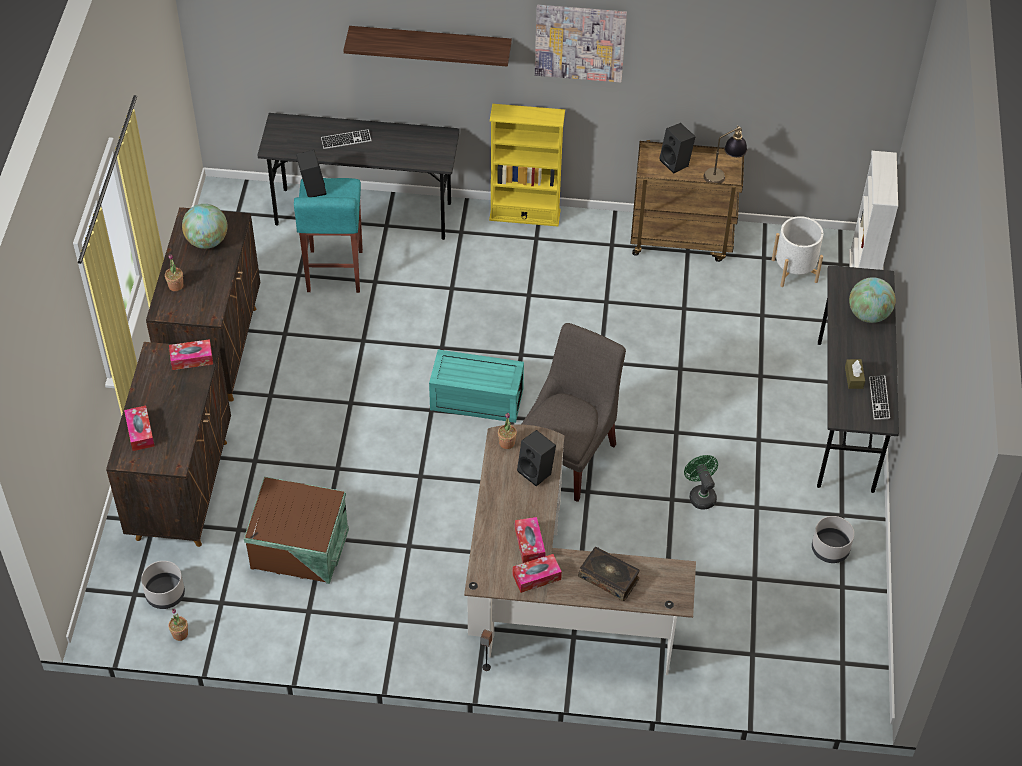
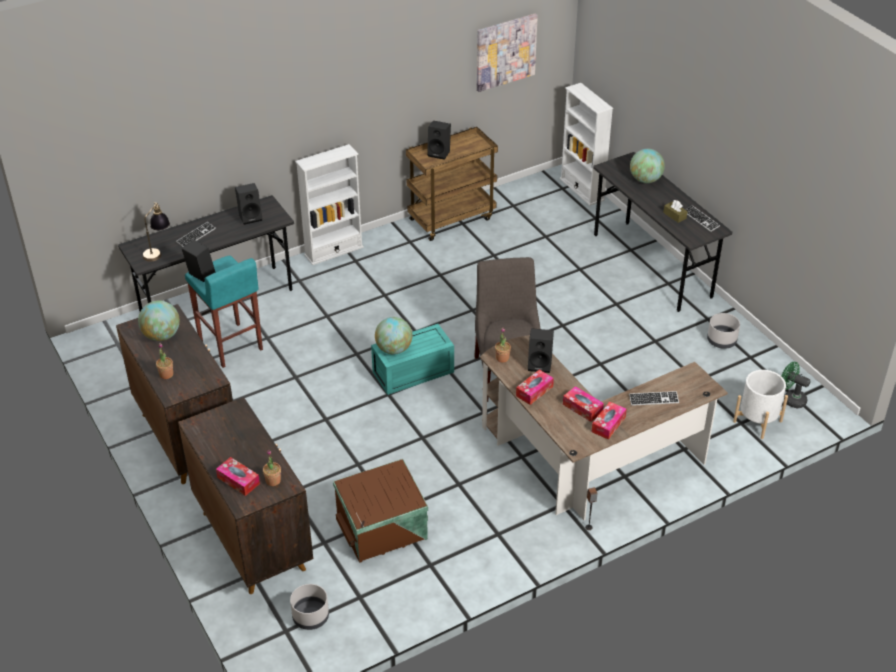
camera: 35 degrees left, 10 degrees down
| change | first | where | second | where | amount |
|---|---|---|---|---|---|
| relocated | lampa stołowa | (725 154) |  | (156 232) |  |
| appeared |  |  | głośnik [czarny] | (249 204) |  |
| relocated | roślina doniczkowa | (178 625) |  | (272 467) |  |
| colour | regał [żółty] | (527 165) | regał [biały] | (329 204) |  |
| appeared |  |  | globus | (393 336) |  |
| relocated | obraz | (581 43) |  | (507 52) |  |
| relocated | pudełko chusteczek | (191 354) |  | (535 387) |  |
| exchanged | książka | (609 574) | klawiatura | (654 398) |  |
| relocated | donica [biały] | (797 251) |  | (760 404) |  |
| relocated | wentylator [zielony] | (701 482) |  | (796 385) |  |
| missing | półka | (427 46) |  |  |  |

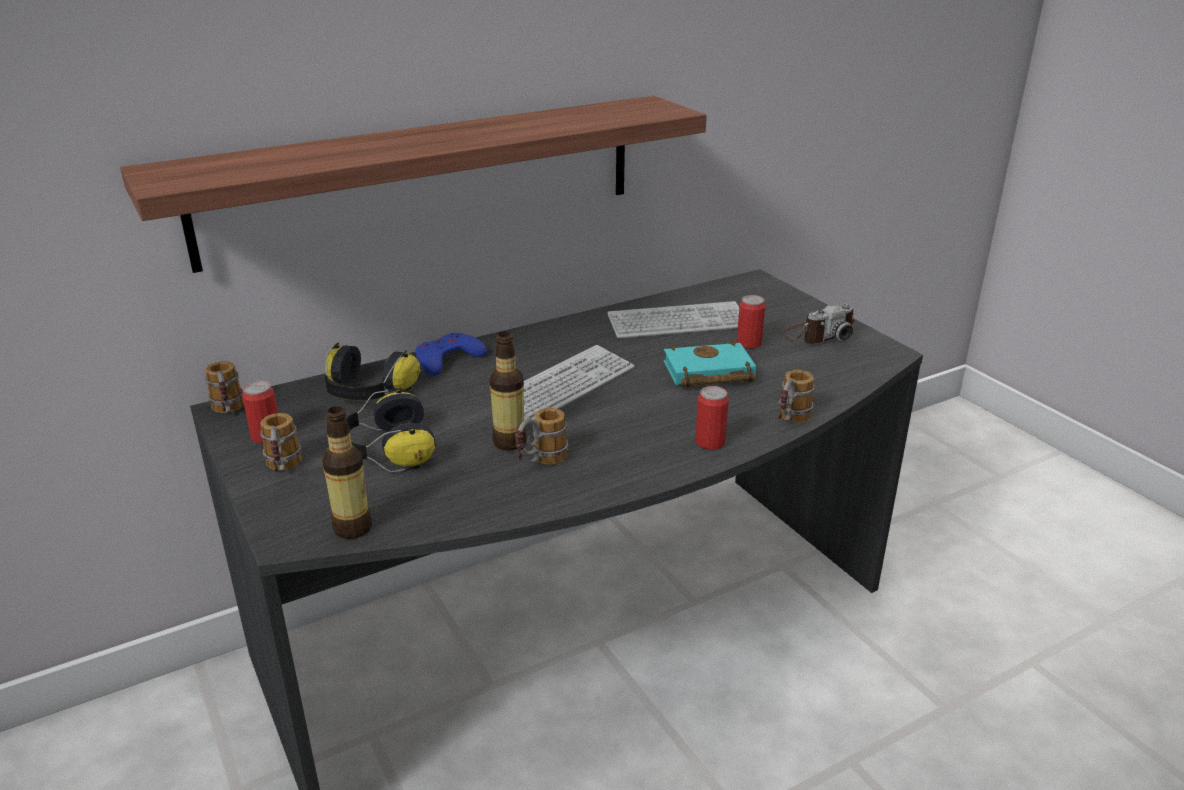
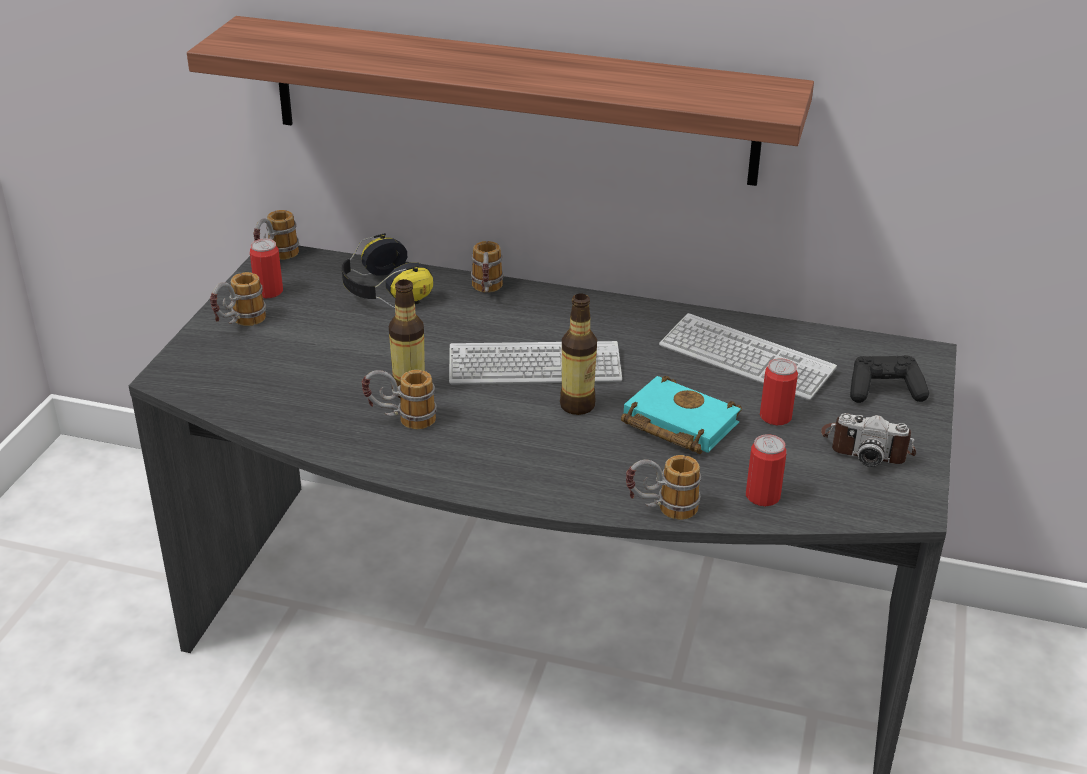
camera: 45 degrees right, 5 degrees up
| change | first | where | second | where | amount |
|---|---|---|---|---|---|
| exchanged | pad do gier [niebieski] | (451 354) | kubek | (487 267) |  |
| relocated | butelka | (347 472) |  | (578 354) |  |
| relocated | puszka | (712 418) |  | (766 470) |  |
| appeared |  |  | pad do gier [czarny] | (889 379) |  |
| missing | słuchawki | (391 430) |  |  |  |

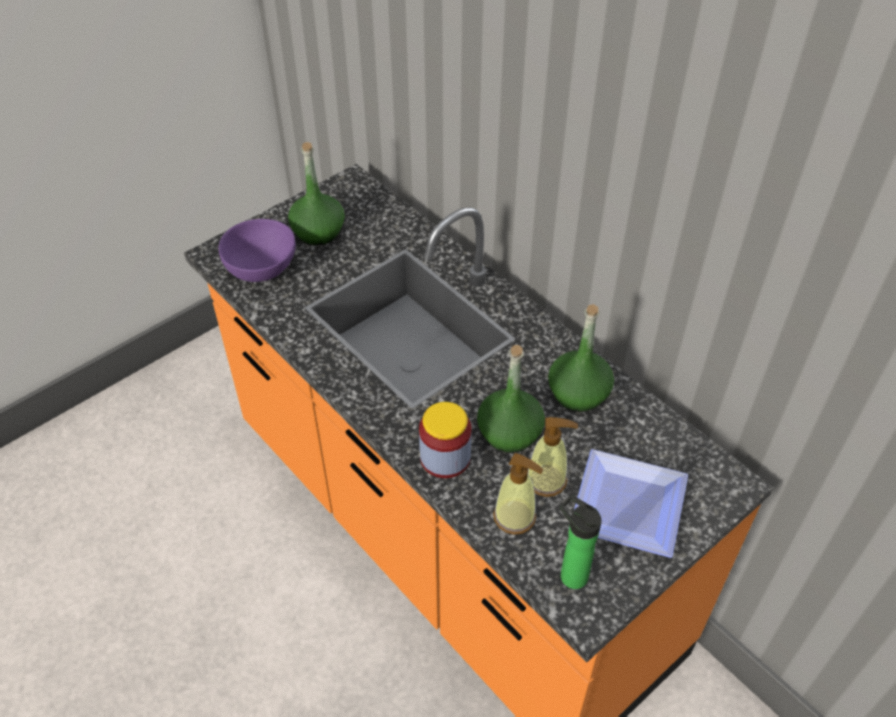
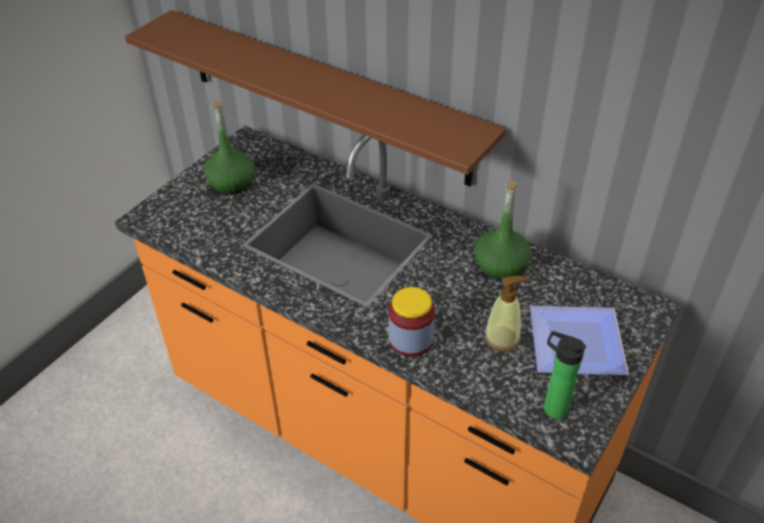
camera: 15 degrees left, 5 degrees down
| change | first | where | second | where | amount |
|---|---|---|---|---|---|
| appeared |  |  | półka [brązowy] | (315 98) |  |
| missing | miska [fioletowy] | (257 250) |  |  |  |
| missing | butelka [zielony] | (511 399) |  |  |  |
| missing | dozownik mydła | (518 494) |  |  |  |

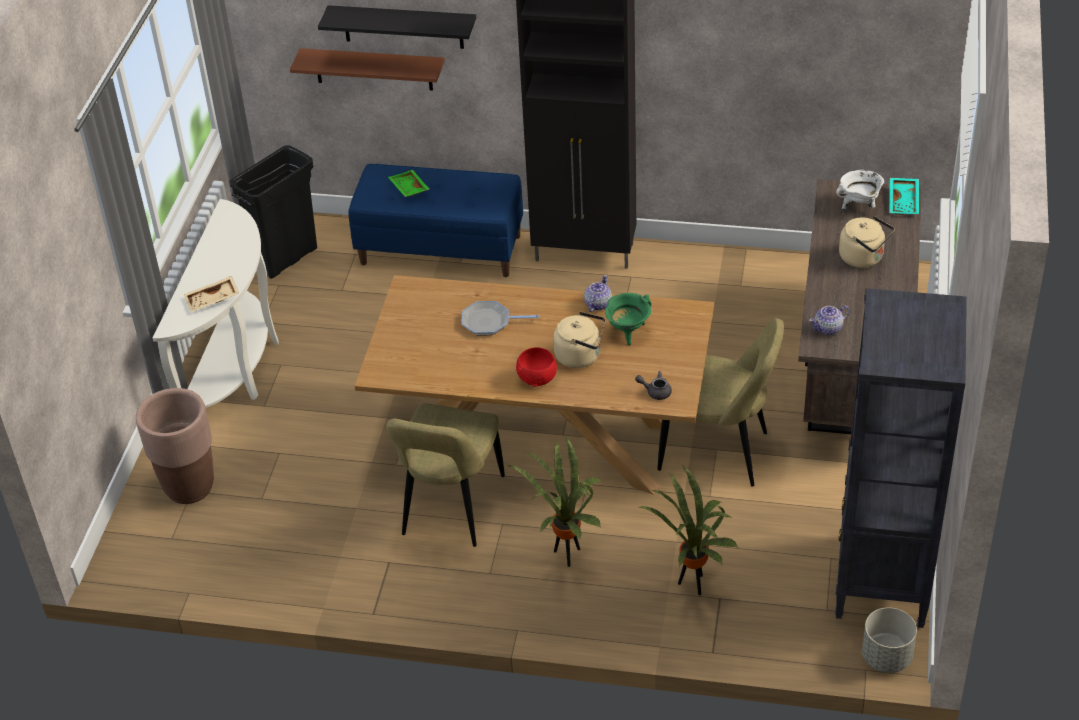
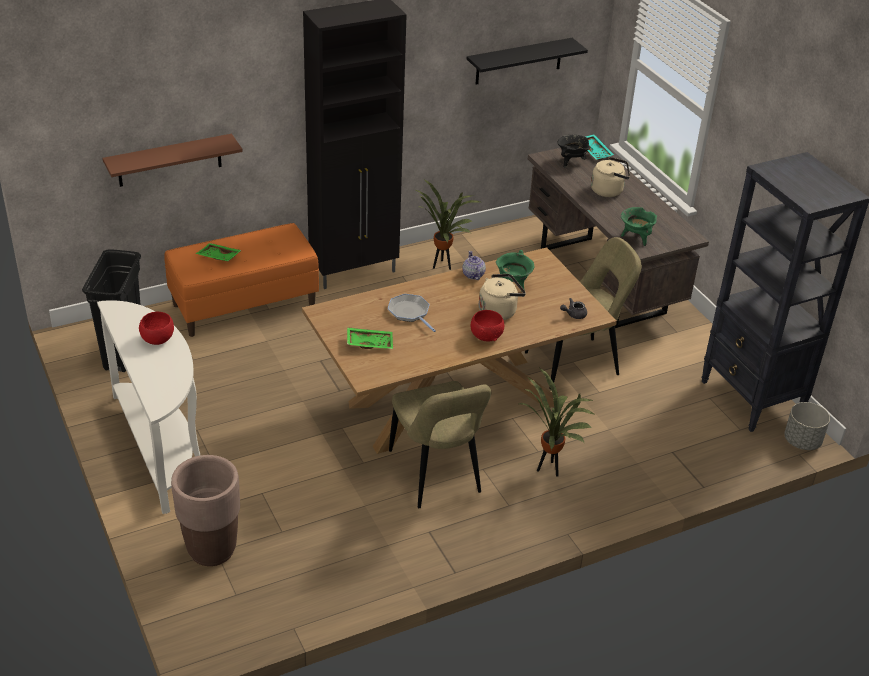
camera: 40 degrees left, 5 degrees down
| change | first | where | second | where | amount |
|---|---|---|---|---|---|
| appeared |  |  | miska [czerwony] | (156 328) |  |
| colour | ławka [niebieski] | (435 220) | ławka [pomarańczowy] | (241 280) |  |
| appeared |  |  | taca [zielony] | (370 338) |  |
| spun | patelnia | (500 318) |  | (412 313) | 90 degrees clockwise |
| relocated | roślina doniczkowa | (688 529) |  | (447 225) |  |
| relocated | półka [czarny] | (397 27) |  | (527 61) |  |
| colour | garnek [biały] | (860 190) | garnek [czarny] | (574 151) |  |
| exchanged | imbryk | (829 320) | garnek [zielony] | (639 226) |  |
| missing | taca [beżowy] | (211 294) |  |  |  |

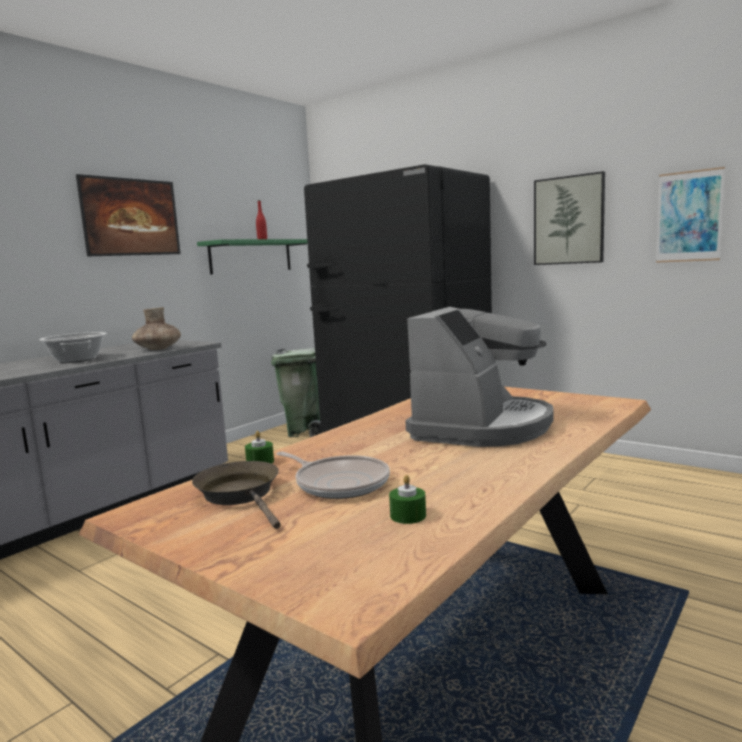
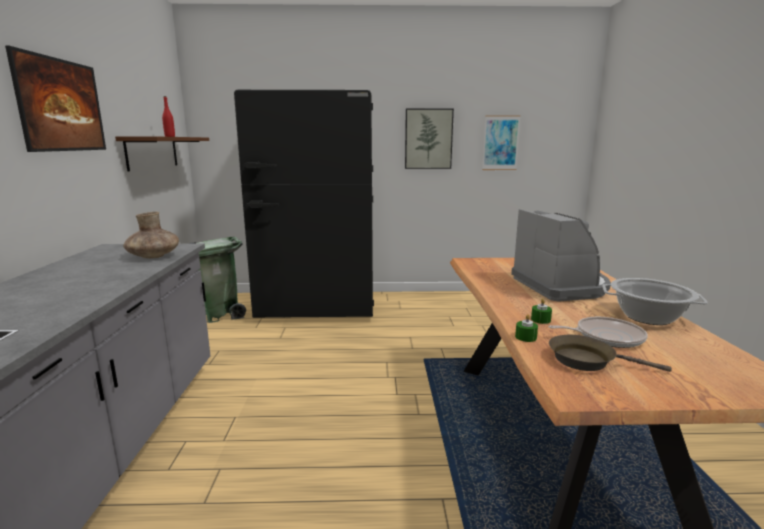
camera: 40 degrees left, 5 degrees up
| change | first | where | second | where | amount |
|---|---|---|---|---|---|
| colour | półka [zielony] | (252 256) | półka [brązowy] | (162 153) |  |
| relocated | świeca [zielony] | (407 499) |  | (541 311) |  |
| relocated | garnek | (73 347) |  | (655 301) |  |

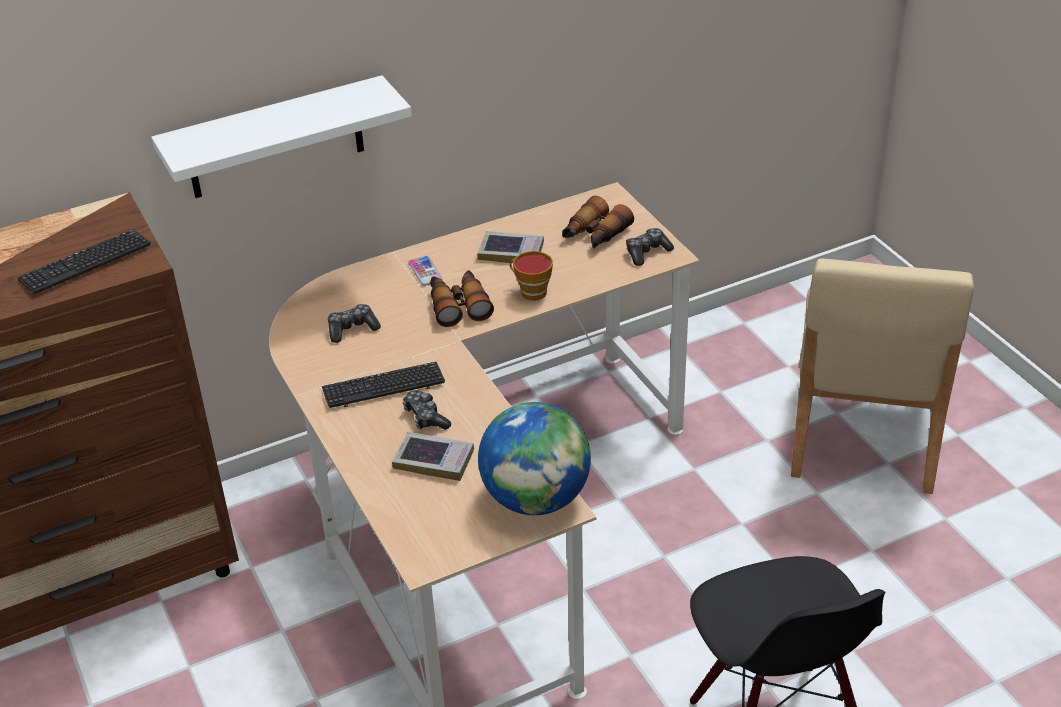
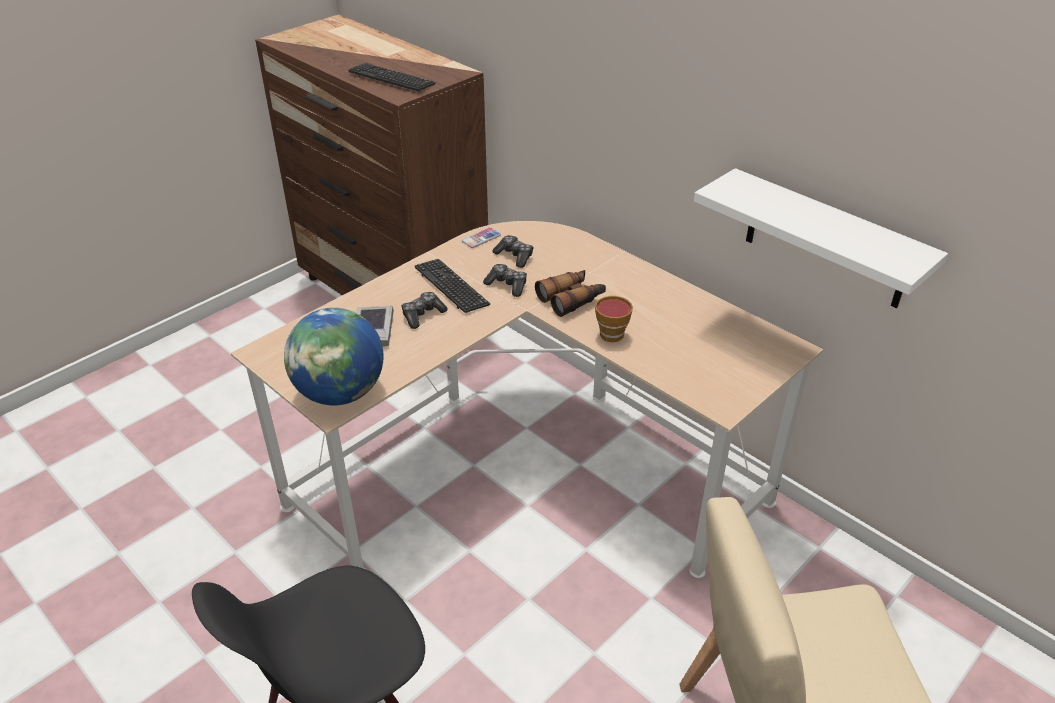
camera: 70 degrees right, 0 degrees up
| change | first | where | second | where | amount |
|---|---|---|---|---|---|
| relocated | telefon | (425 271) |  | (481 237) |  |
| relocated | pad do gier | (650 247) |  | (505 280) |  |
| relocated | półka [biały] | (281 136) |  | (821 238) |  |
| missing | książka | (510 247) |  |  |  |
| missing | lornetka | (598 222) |  |  |  |

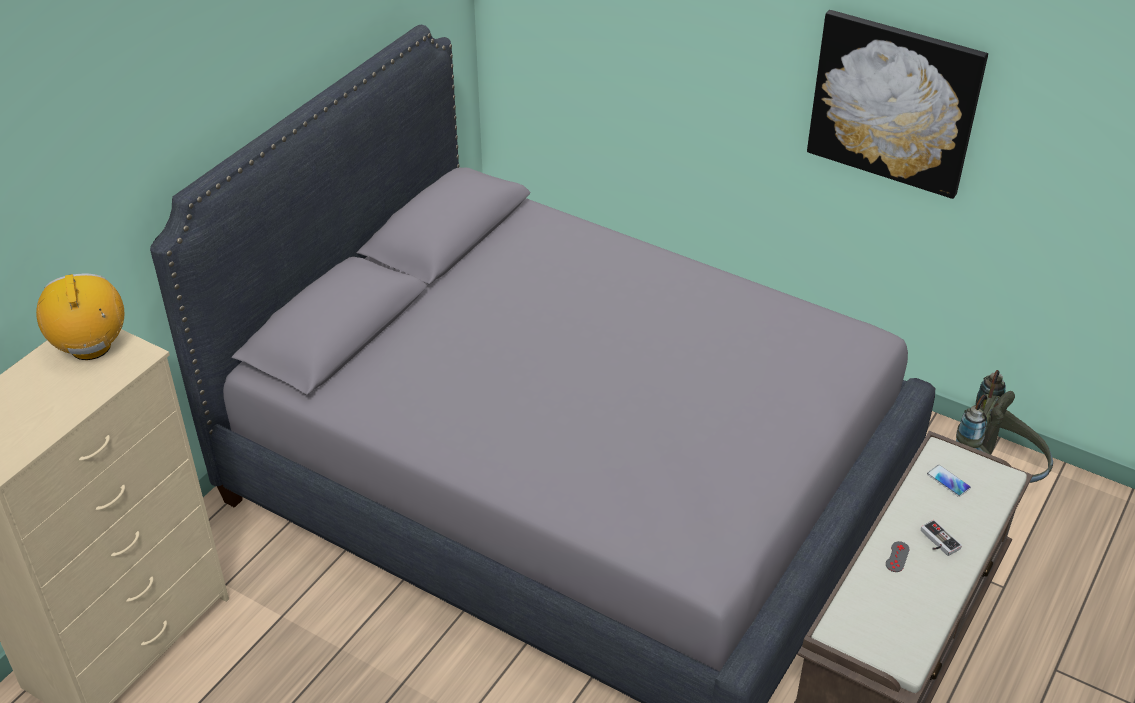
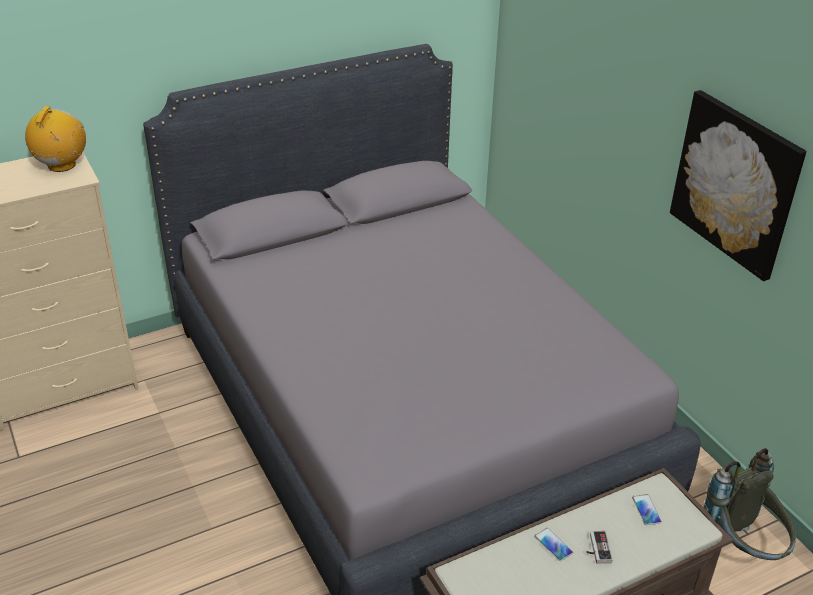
camera: 30 degrees right, 5 degrees down
| change | first | where | second | where | amount |
|---|---|---|---|---|---|
| exchanged | pad do gier [szary] | (898 556) | telefon | (553 544) |  |

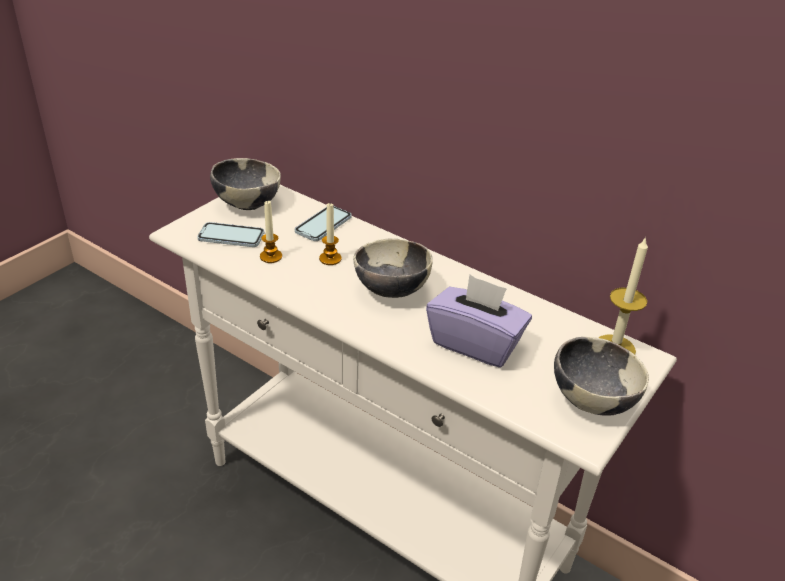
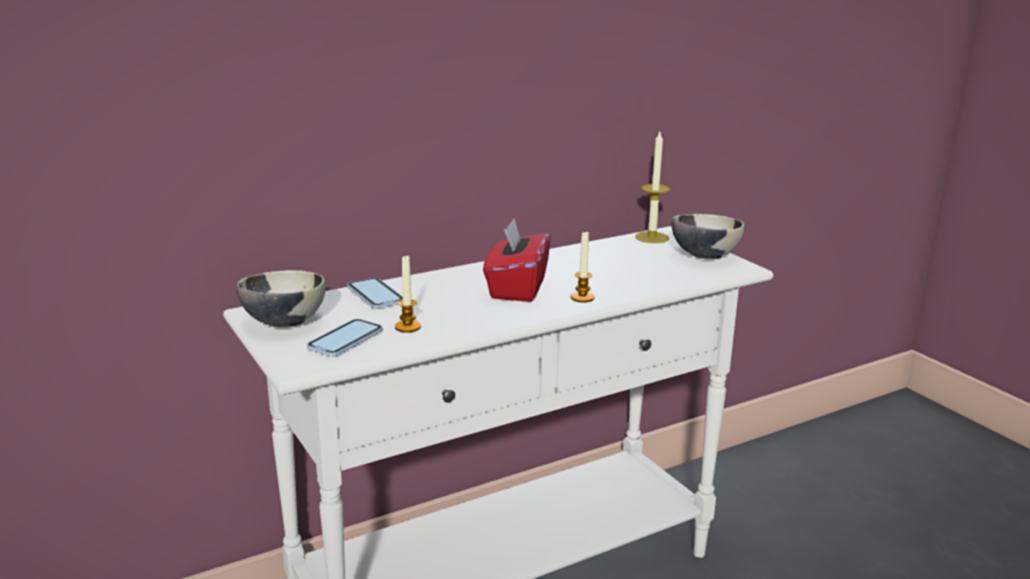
camera: 65 degrees left, 15 degrees down
| change | first | where | second | where | amount |
|---|---|---|---|---|---|
| exchanged | miska | (393 268) | pudełko chusteczek [czerwony] | (517 260) |  |
| relocated | świeca | (330 234) |  | (583 266) |  |
| missing | pudełko chusteczek [fioletowy] | (479 321) |  |  |  |

